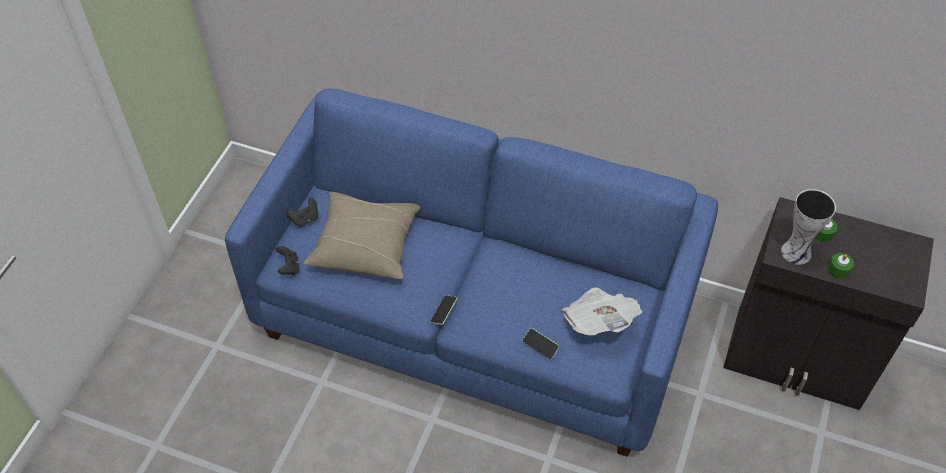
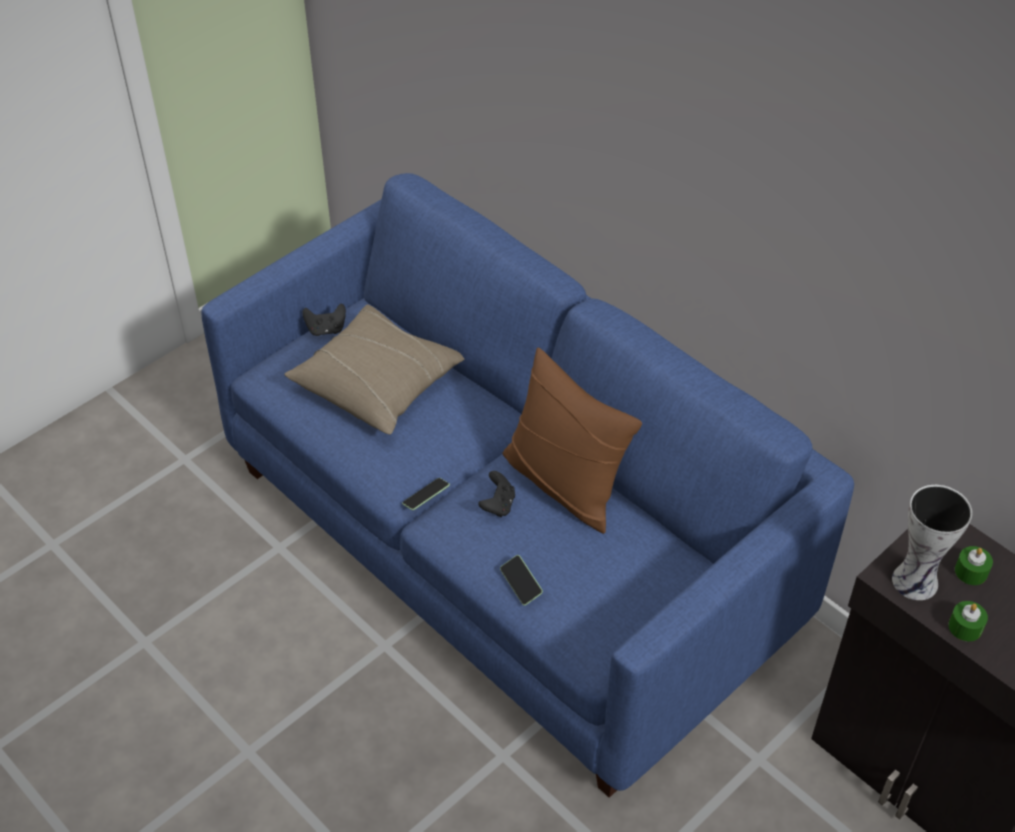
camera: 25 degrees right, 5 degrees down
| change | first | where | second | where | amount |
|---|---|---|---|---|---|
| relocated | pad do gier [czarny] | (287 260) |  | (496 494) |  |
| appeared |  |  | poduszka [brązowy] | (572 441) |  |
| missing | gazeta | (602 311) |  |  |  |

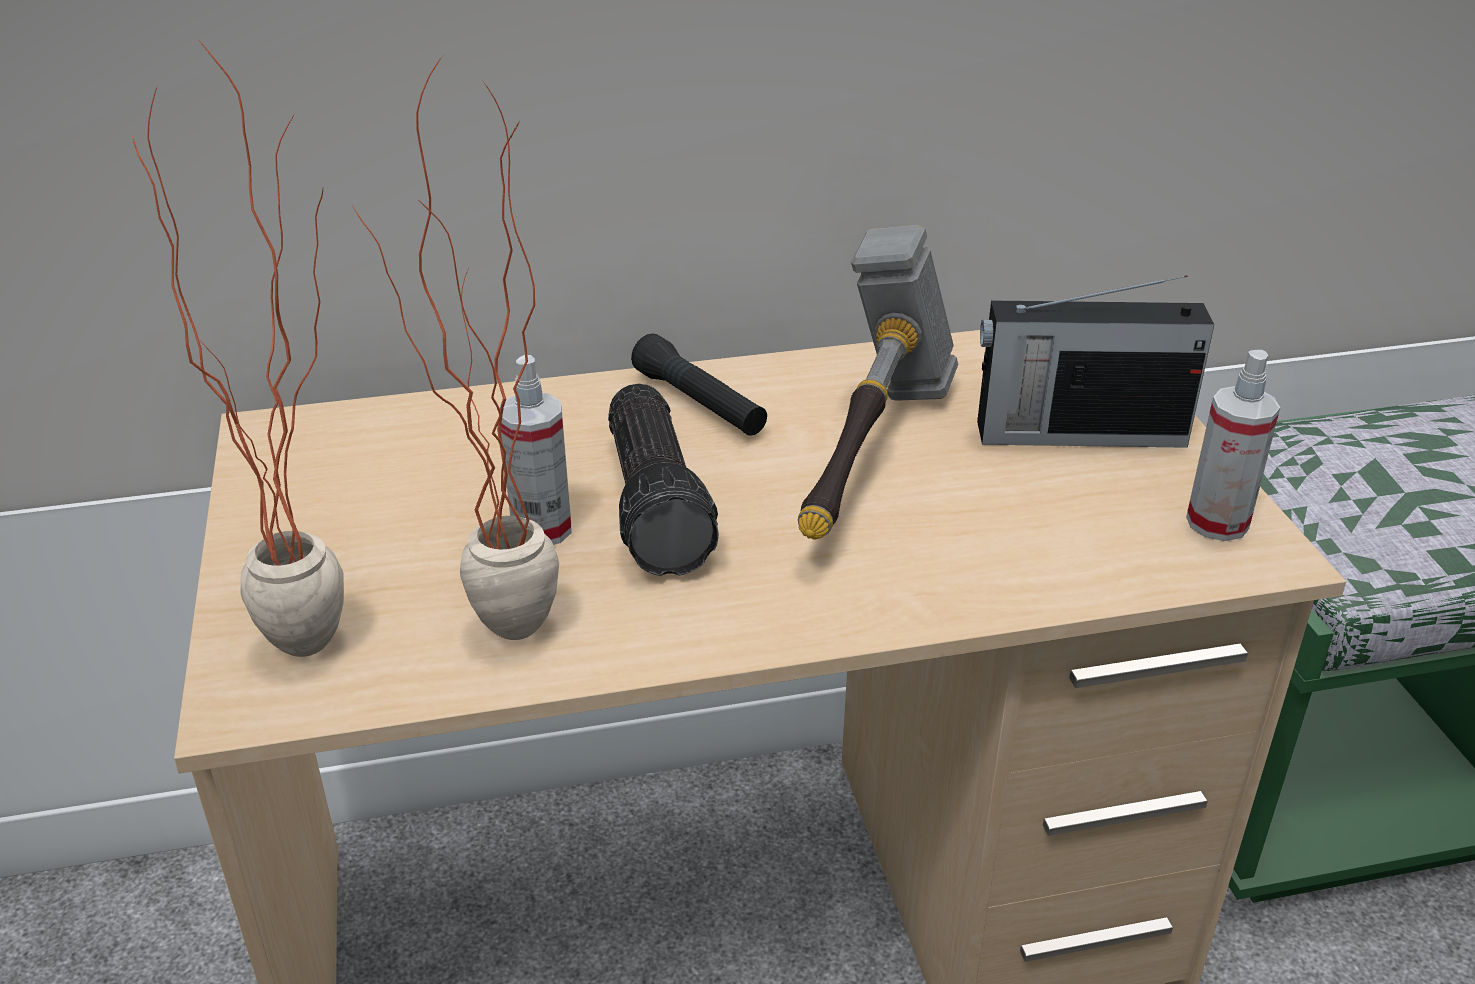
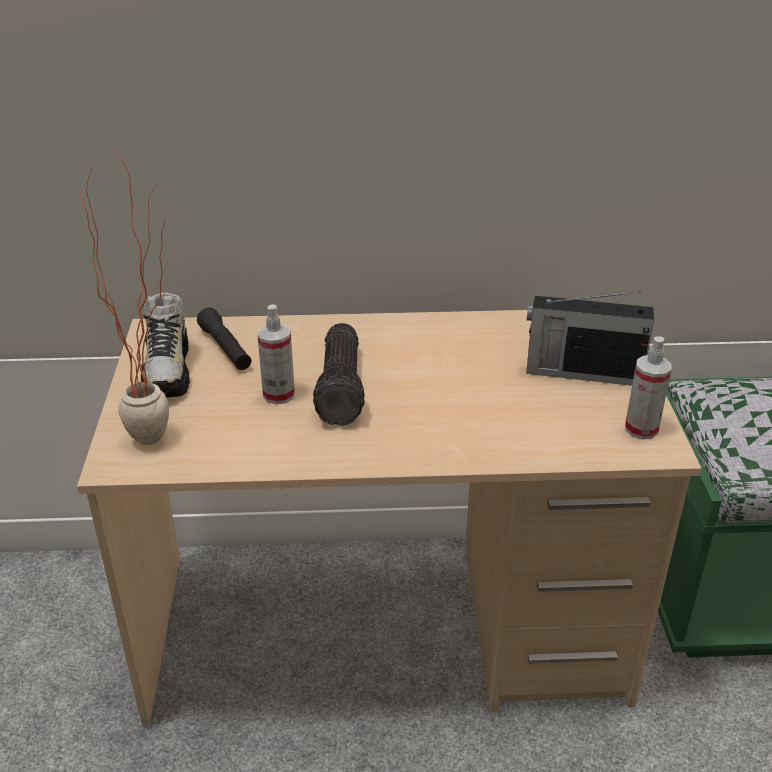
camera: 10 degrees right, 0 degrees up
| change | first | where | second | where | amount |
|---|---|---|---|---|---|
| appeared |  |  | but | (165 345) |  |
| relocated | latarka [czarny] | (699 384) |  | (224 339) |  |
| missing | roślina doniczkowa | (455 348) |  |  |  |
| missing | młotek | (878 382) |  |  |  |

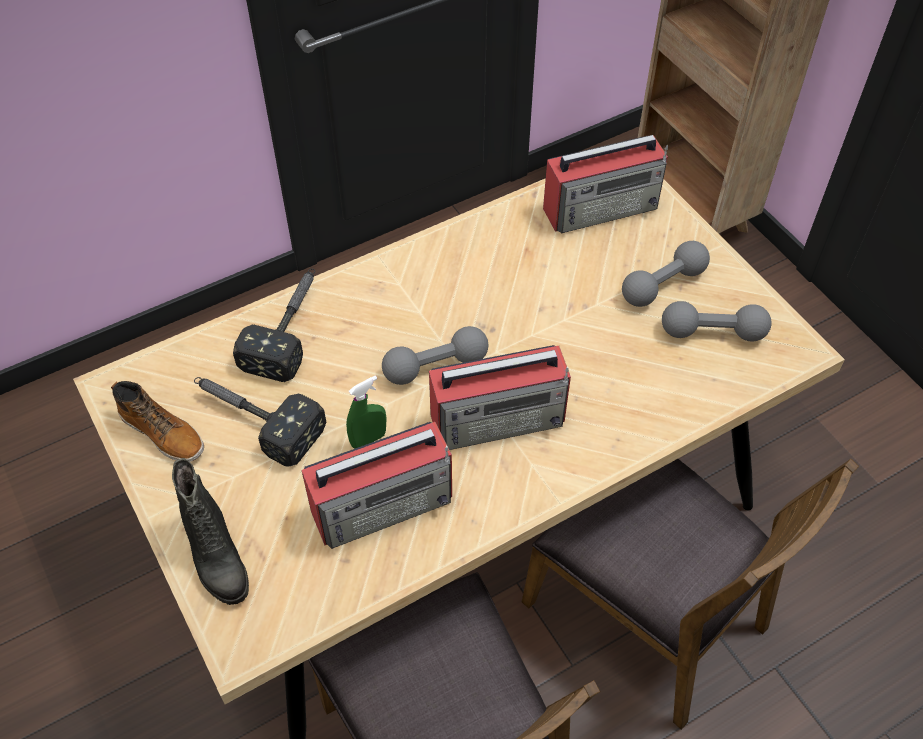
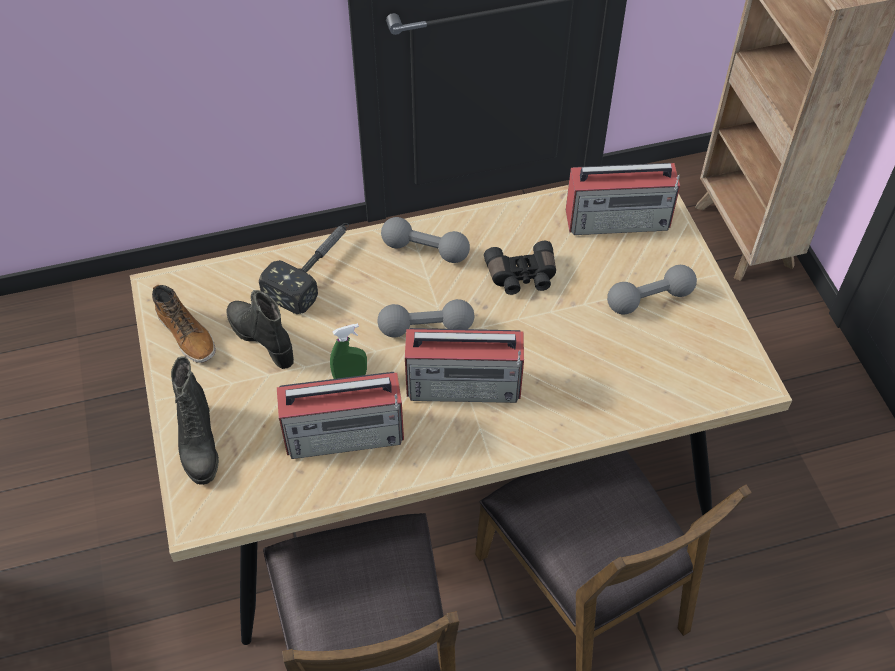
camera: 15 degrees right, 0 degrees up
| change | first | where | second | where | amount |
|---|---|---|---|---|---|
| exchanged | młotek | (260 422) | but z cholewką [czarny] | (260 329) |  |
| relocated | hantel [szary] | (717 321) |  | (425 240) |  |
| appeared |  |  | lornetka [czarny] | (520 268) |  |

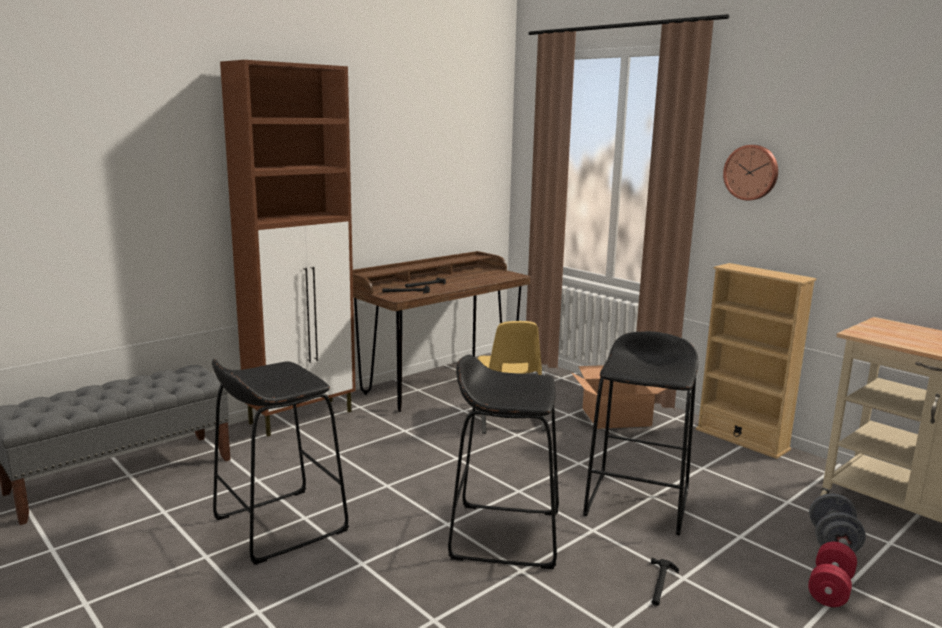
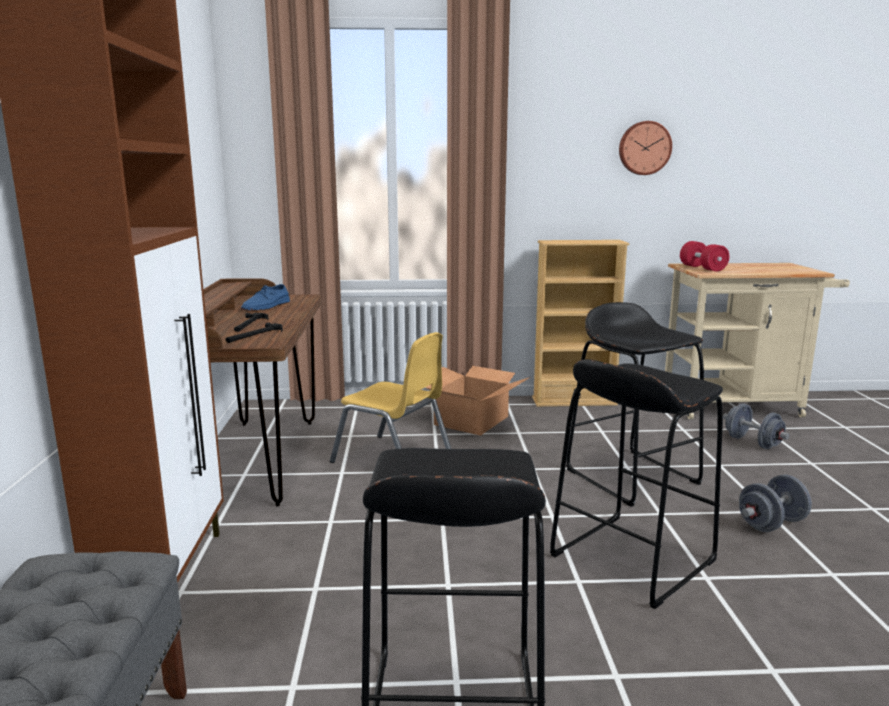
camera: 50 degrees left, 0 degrees up
| change | first | where | second | where | amount |
|---|---|---|---|---|---|
| appeared |  |  | but [niebieski] | (265 297) |  |
| relocated | zegar ścienny | (750 173) |  | (645 148) |  |
| relocated | hantel [czerwony] | (832 574) |  | (704 256) |  |
| exchanged | młotek | (665 582) | hantel [szary] | (775 503) |  |

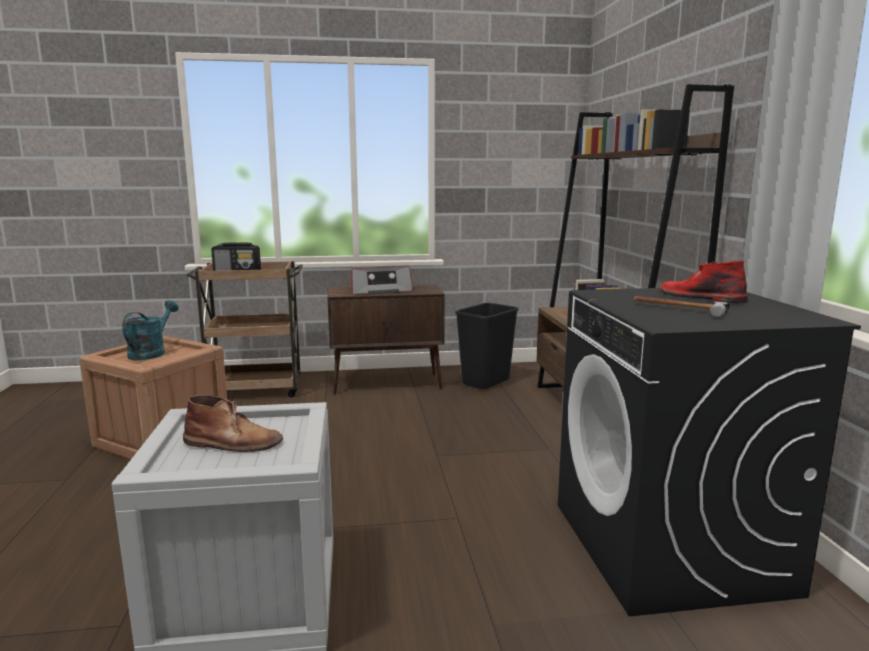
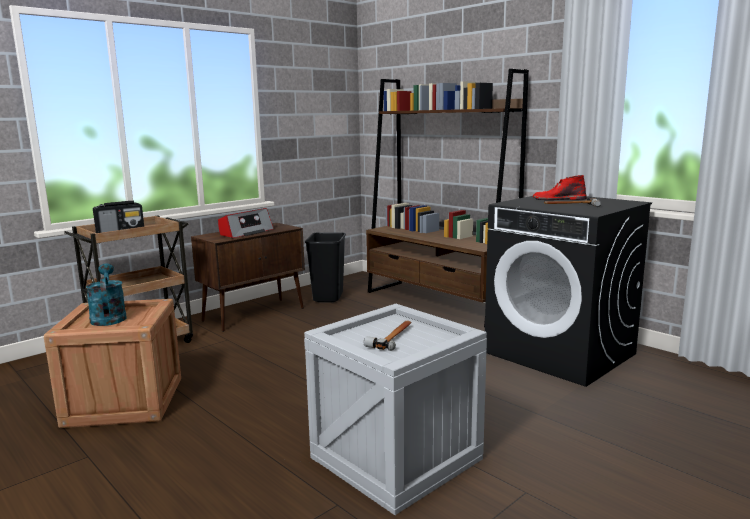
camera: 35 degrees left, 0 degrees up
| change | first | where | second | where | amount |
|---|---|---|---|---|---|
| exchanged | but z cholewką [brązowy] | (233 423) | młotek | (388 336) |  |

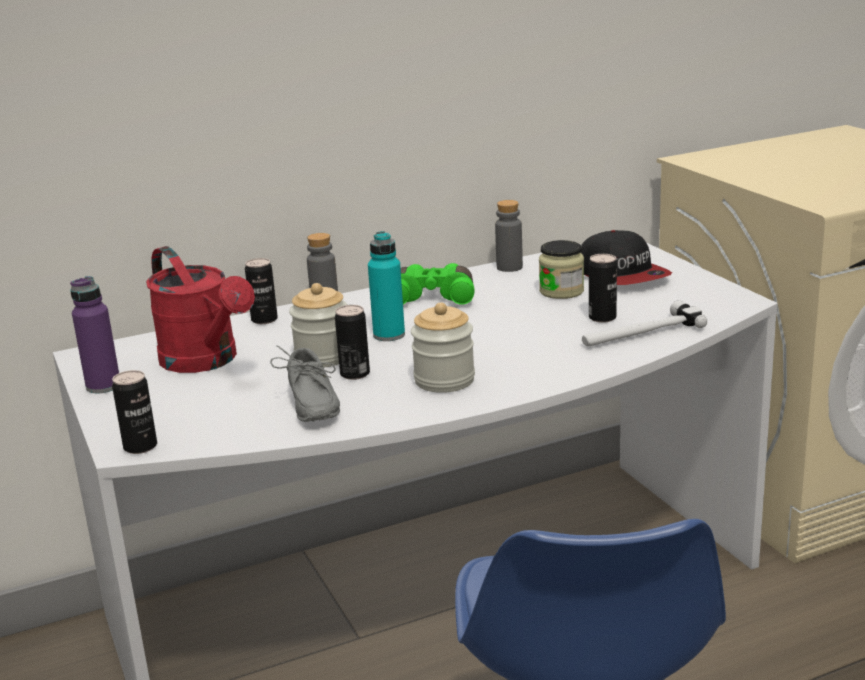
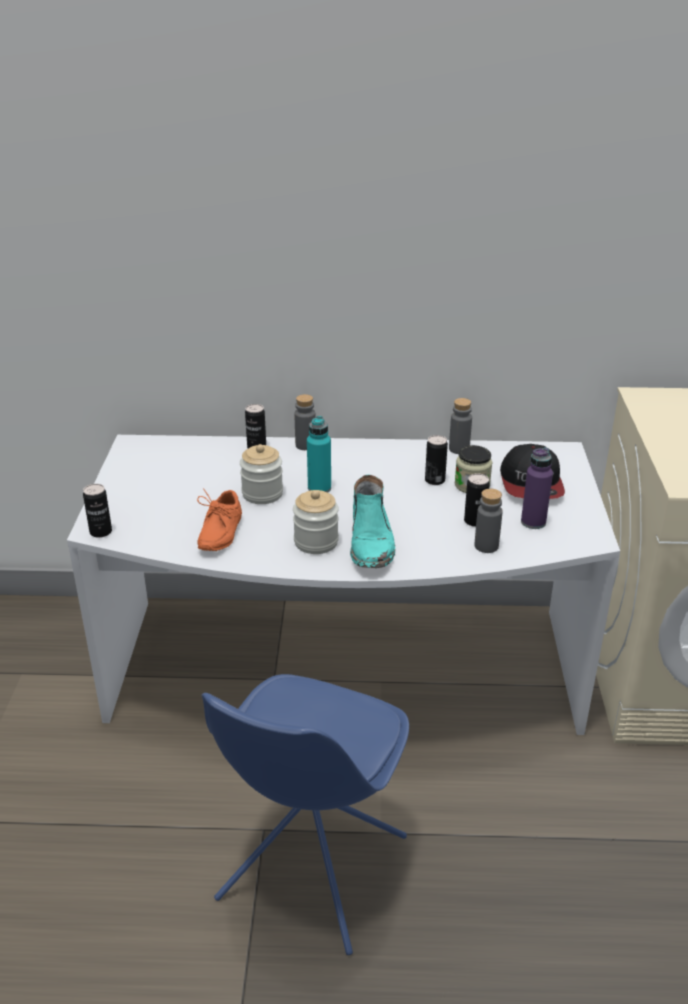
camera: 25 degrees right, 10 degrees up
| change | first | where | second | where | amount |
|---|---|---|---|---|---|
| colour | but [szary] | (305 383) | but [pomarańczowy] | (219 519) |  |
| appeared |  |  | but z cholewką [turkusowy] | (372 521) |  |
| relocated | puszka | (352 342) |  | (436 460) |  |
| exchanged | młotek | (644 323) | butelka [szary] | (488 521) |  |
| relocated | butelka [fioletowy] | (94 334) |  | (537 488) |  |
| missing | konewka [czerwony] | (200 309) |  |  |  |
| missing | lornetka [zielony] | (438 284) |  |  |  |

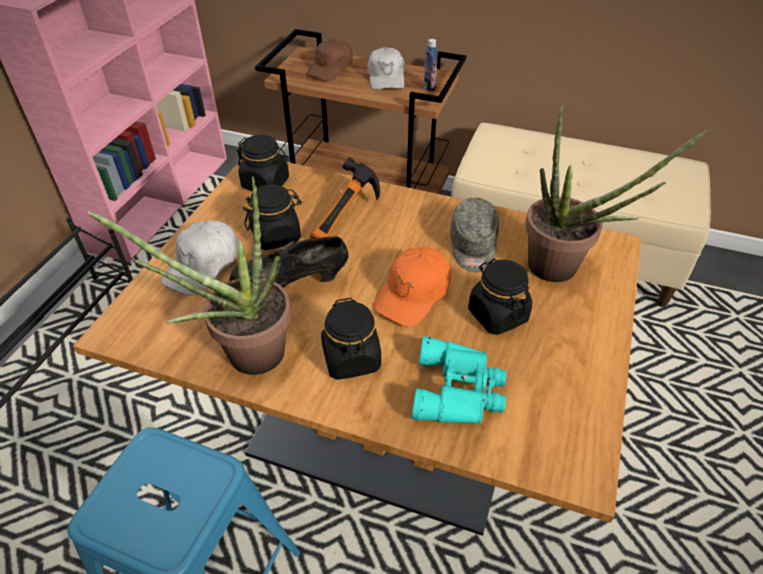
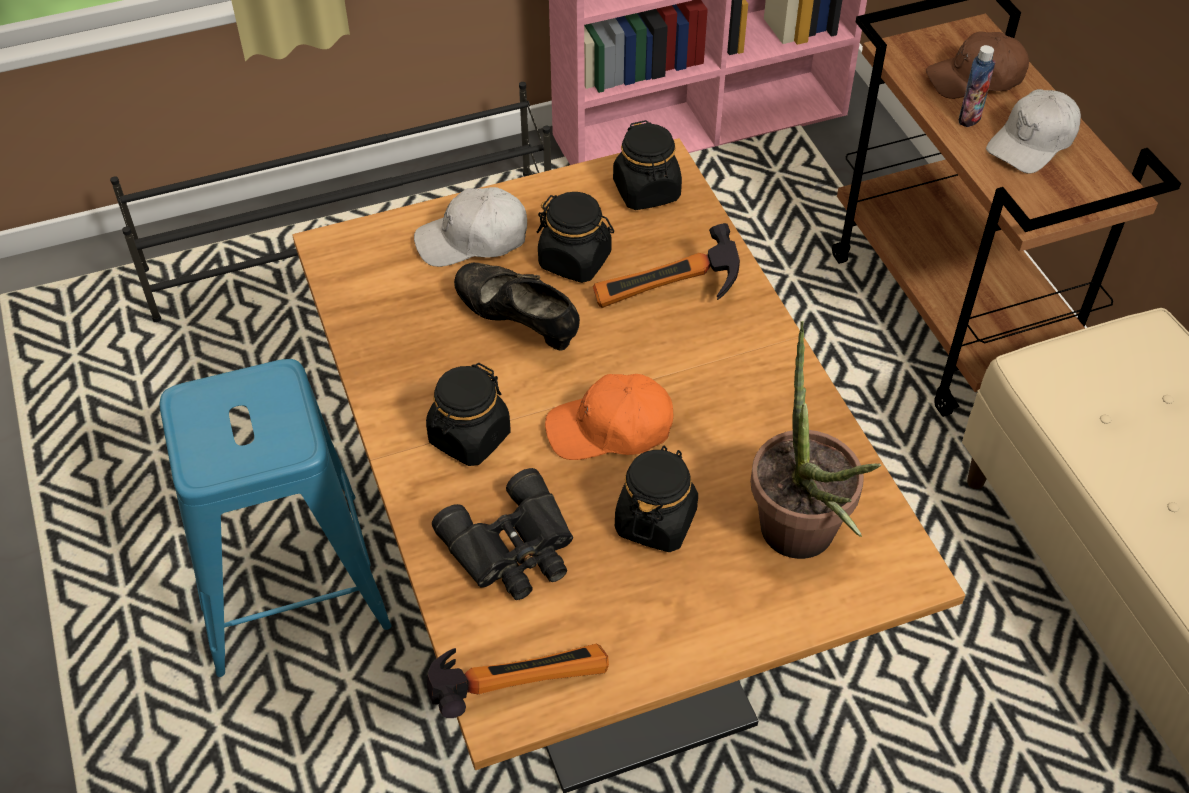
camera: 50 degrees right, 5 degrees up
| change | first | where | second | where | amount |
|---|---|---|---|---|---|
| appeared |  |  | młotek | (518 681) |  |
| colour | lornetka [turkusowy] | (459 380) | lornetka [czarny] | (502 534) |  |
| relocated | butelka | (431 65) |  | (977 86) |  |
| missing | roślina doniczkowa | (189 275) |  |  |  |
| missing | czapka z daszkiem [szary] | (474 235) |  |  |  |

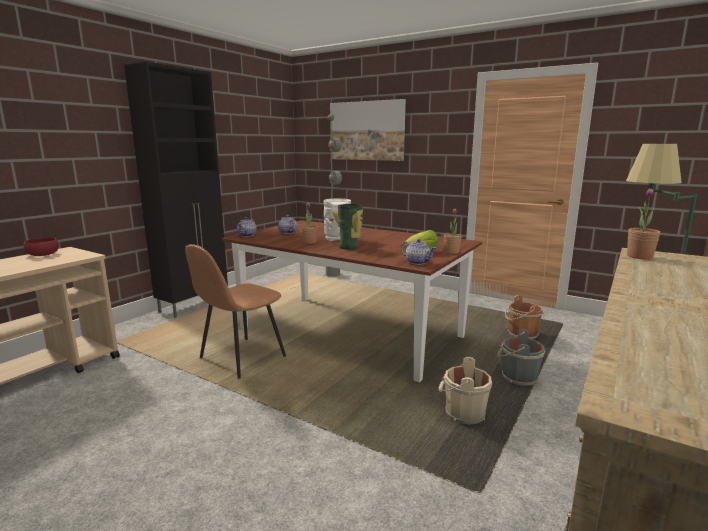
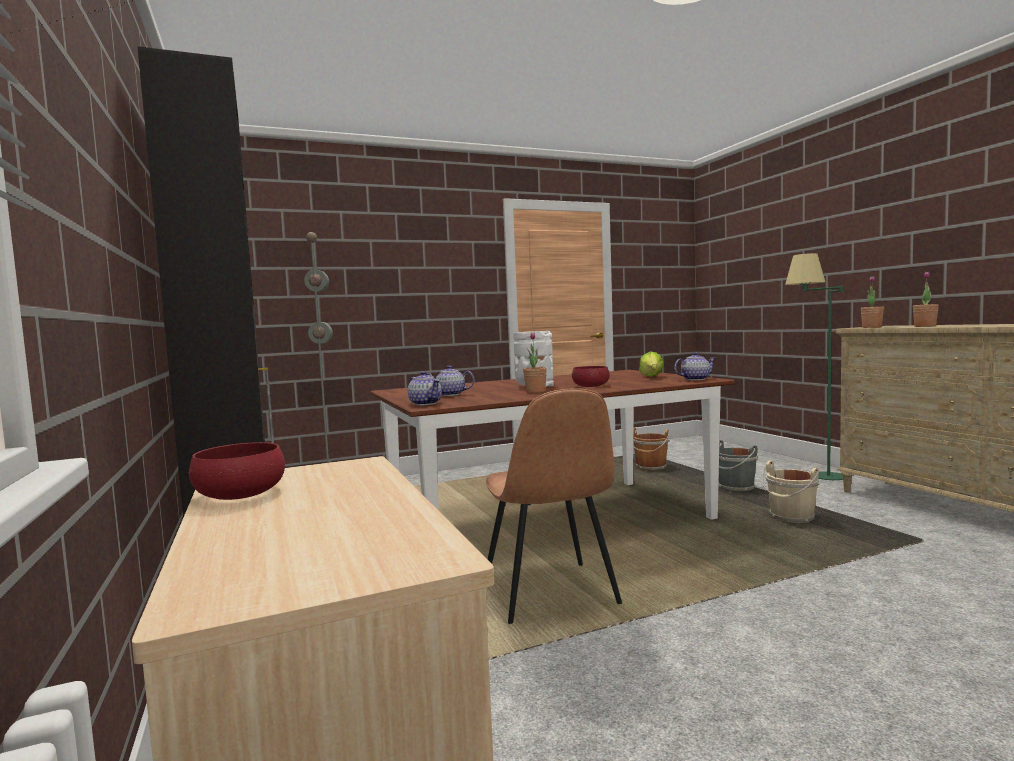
camera: 55 degrees left, 10 degrees down
| change | first | where | second | where | amount |
|---|---|---|---|---|---|
| exchanged | wazon | (348 227) | miska [czerwony] | (591 376) |  |
| relocated | roślina doniczkowa | (453 231) |  | (926 299) |  |
| missing | obraz | (368 130) |  |  |  |

